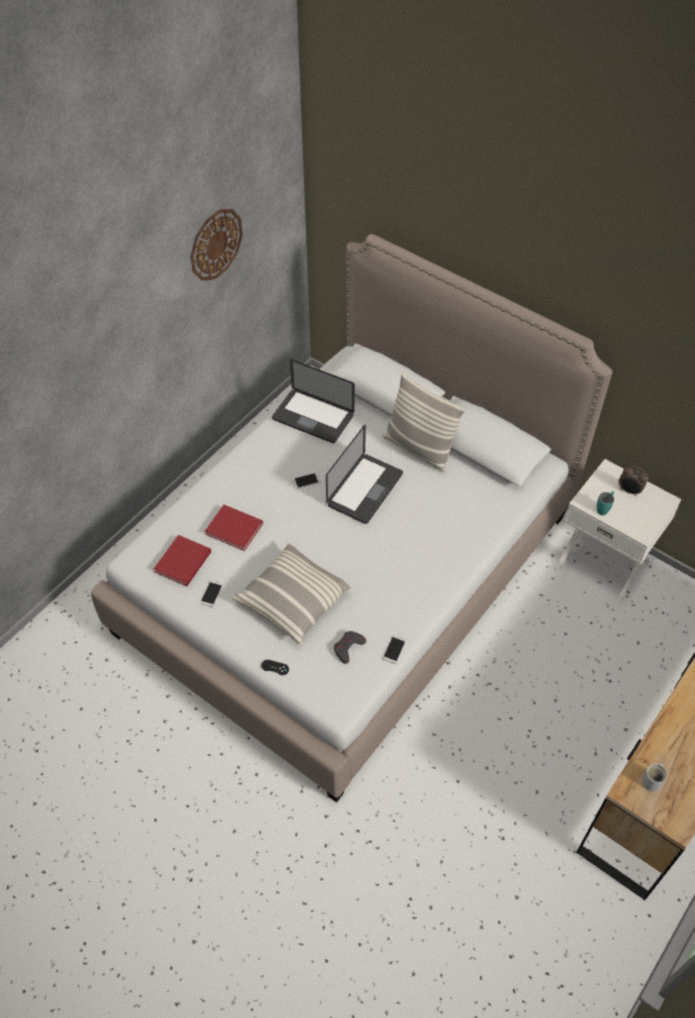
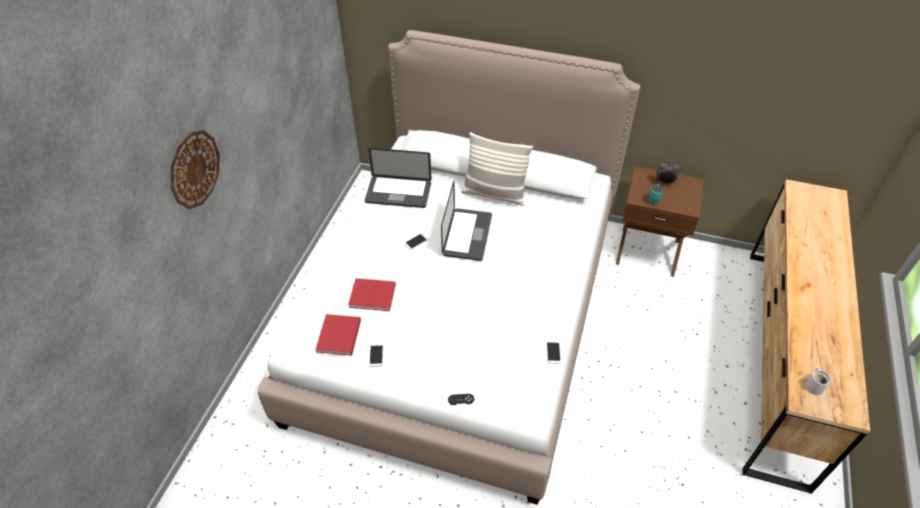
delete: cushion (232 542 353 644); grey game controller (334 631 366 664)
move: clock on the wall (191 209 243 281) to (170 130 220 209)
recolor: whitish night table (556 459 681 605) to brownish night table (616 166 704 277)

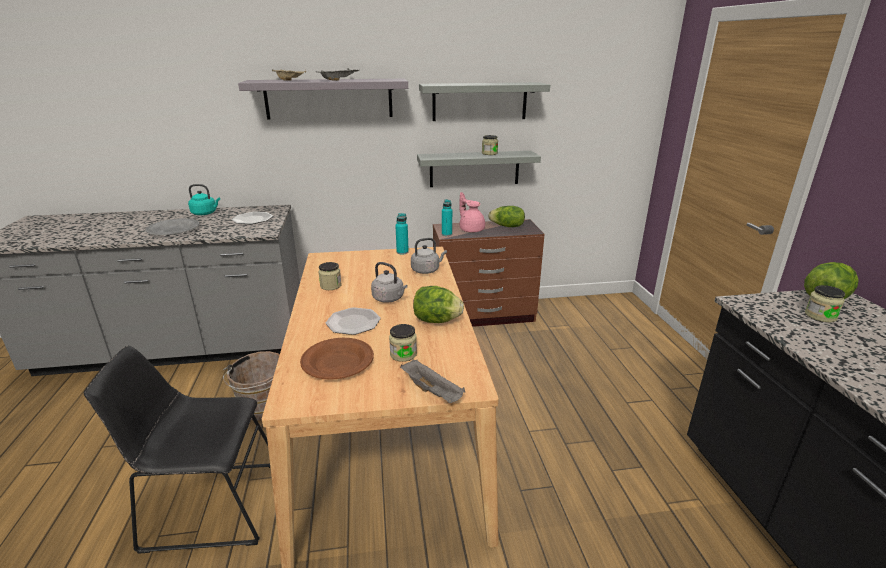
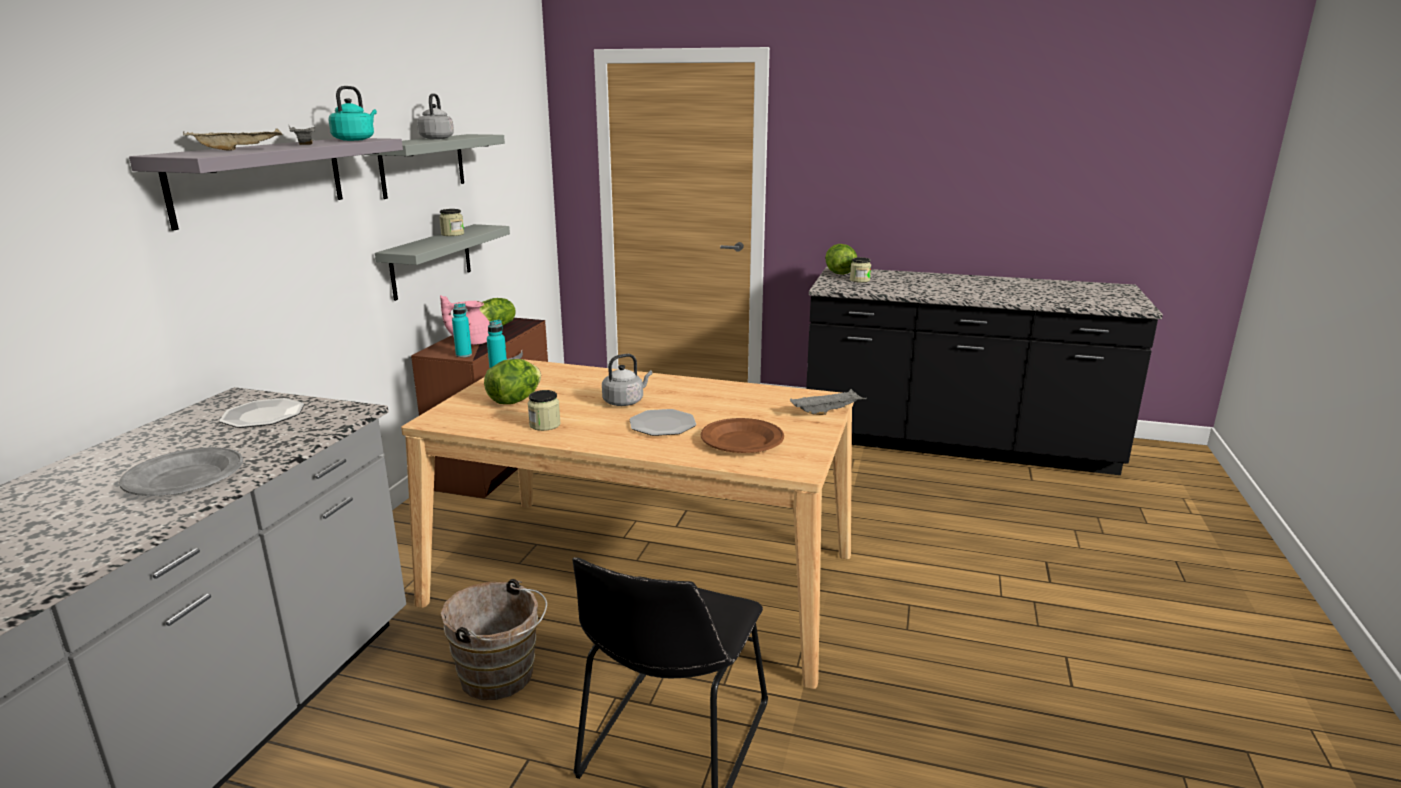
delete: jar (389 324 417 362)
move: turquoise kettle (188 184 220 215) to (328 86 377 141); grey kettle (411 238 447 274) to (417 93 454 139); lettuce (413 286 464 323) to (484 359 541 404)

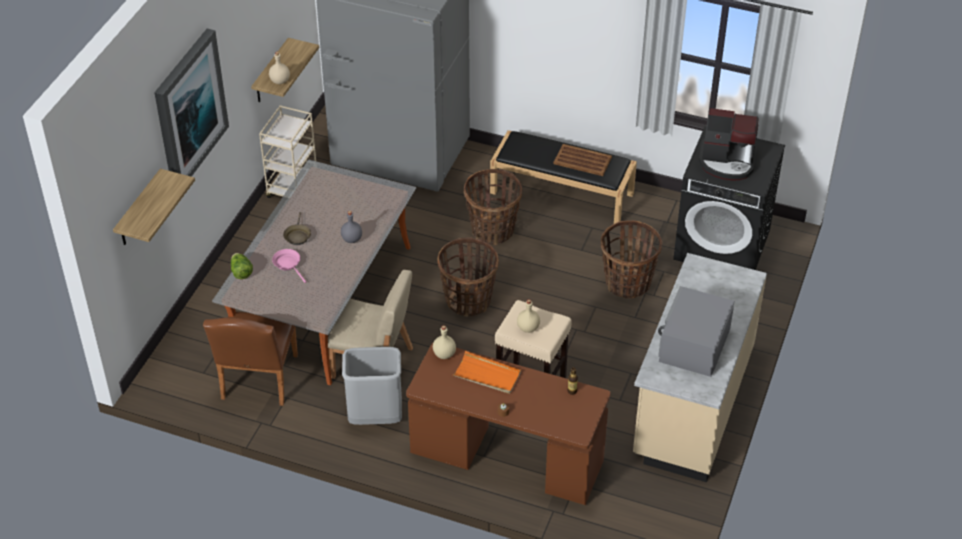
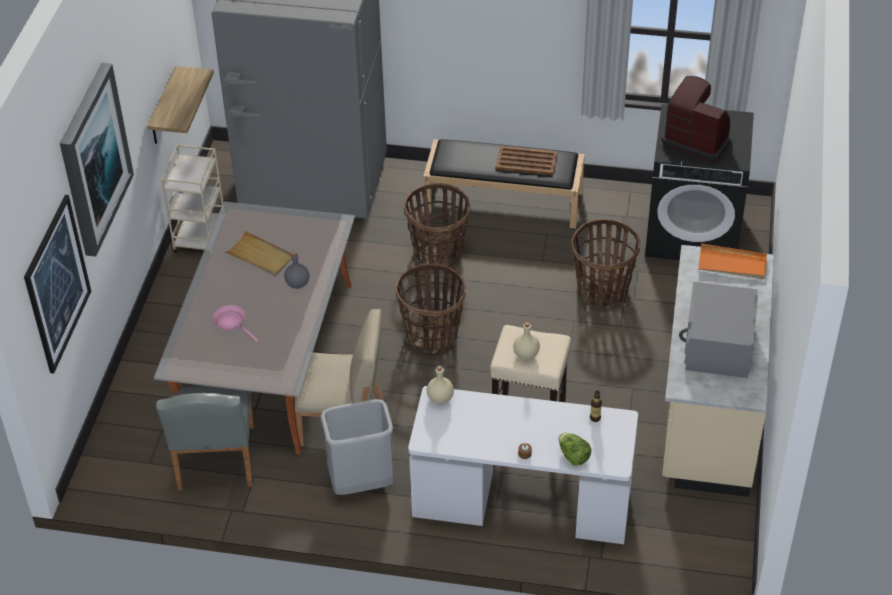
delete: beige-coloured bottle (269 52 290 84); brownish pan (283 212 311 245)
insert: beige-coloured tray (223 231 292 277)
move: lettuce (231 253 253 279) to (559 433 591 466); orangey tray (452 351 521 394) to (698 243 767 279)
replace: wall shelf (113 169 195 245) to picture (24 195 91 373)
recolor: brownish upright chair (203 312 298 406) to grey upright chair (156 385 254 490); brownish desk unit (406 343 611 505) to whitish desk unit (408 386 638 544)
rotate: coffee maker (699 108 759 180) = (661 76 731 162) 150 degrees counterclockwise

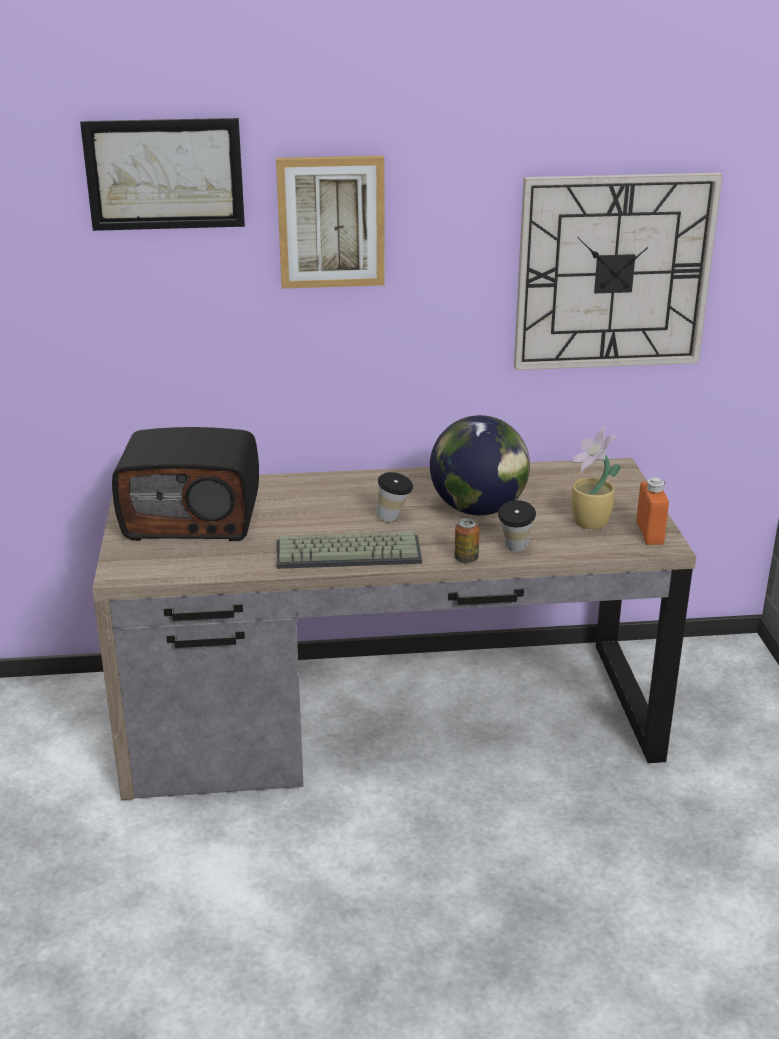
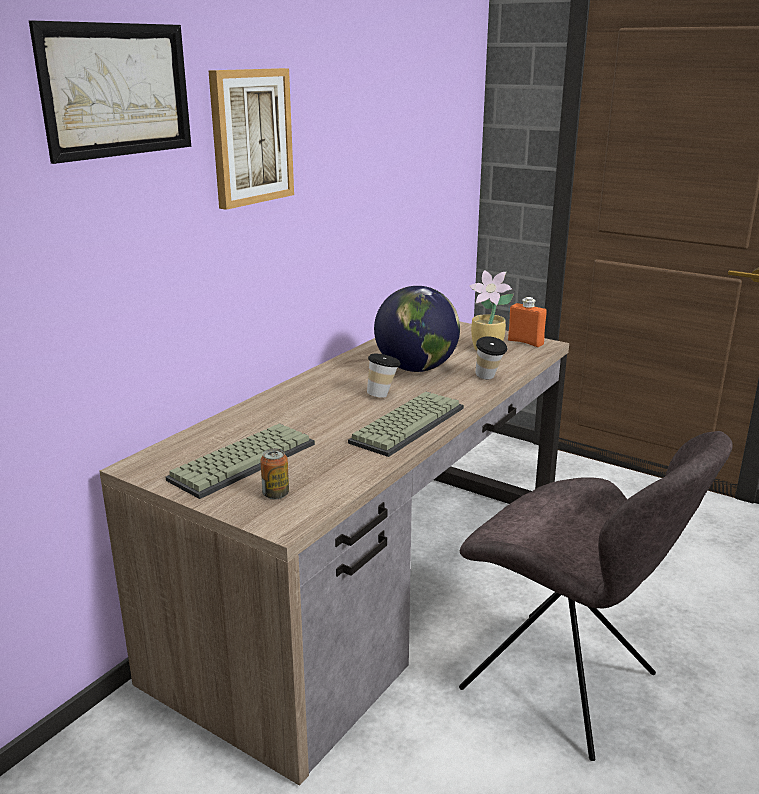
delete: clock on the wall (514 173 723 370)
insert: grey upright chair (459 431 733 761)
move: metal can (454 518 480 564) to (260 448 289 499)
replace: radio set (112 427 259 541) to keyboard (166 423 315 499)

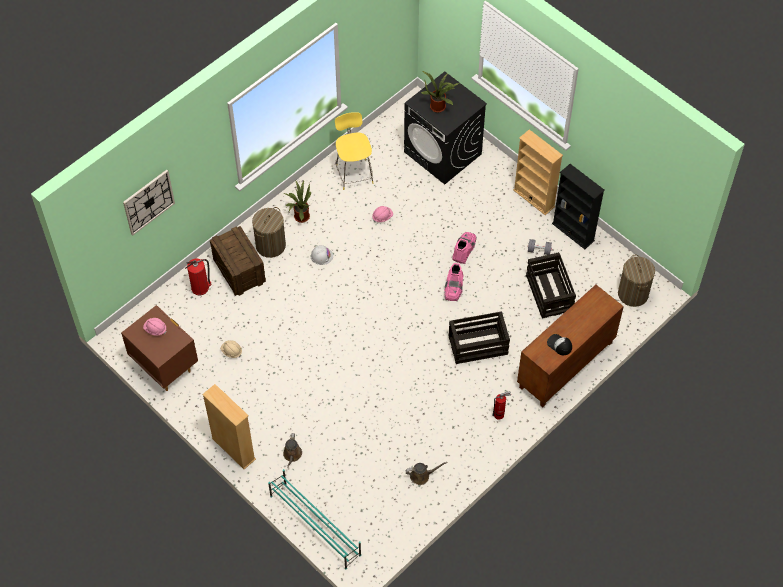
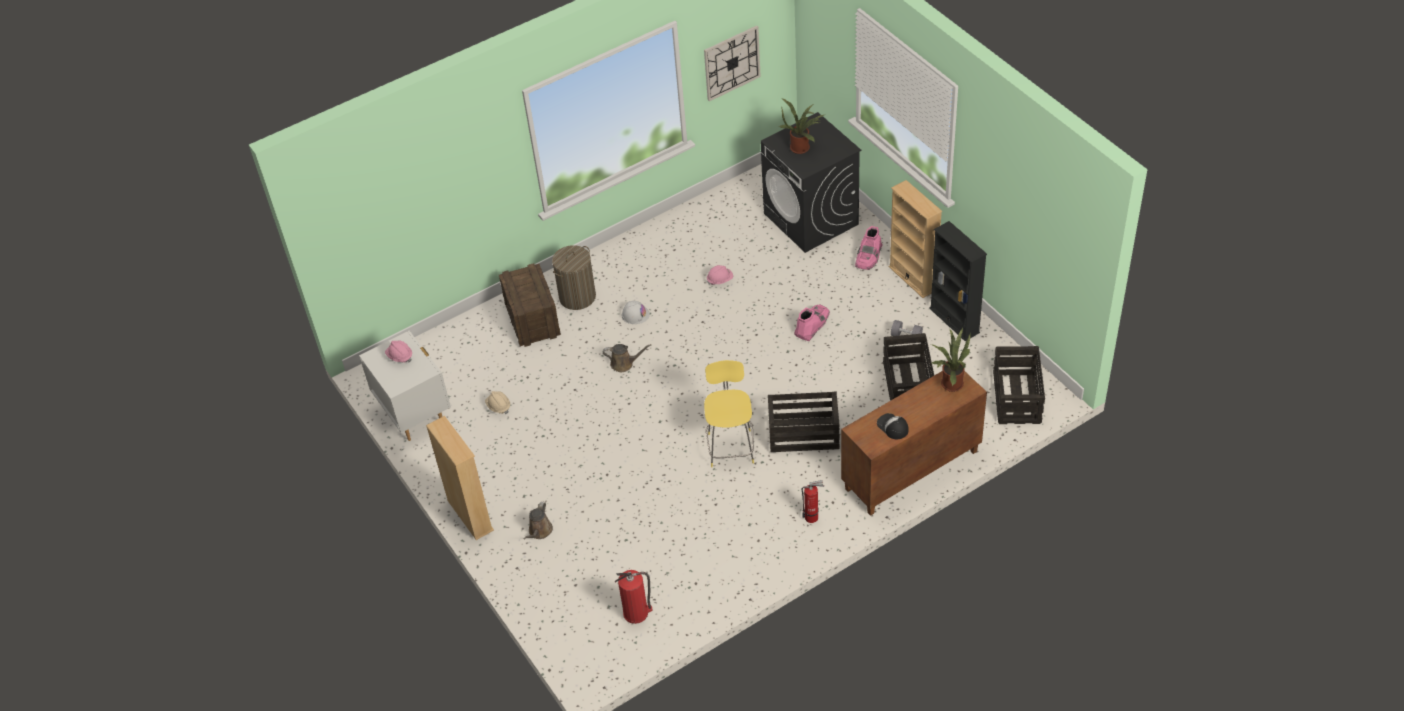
delete: turquoise shoe stand (268 469 361 569)
move: clock on the wall (123 170 175 235) to (704 26 761 101); fire-fighting cylinder (185 259 212 295) to (615 570 652 624); houseplant (284 180 311 223) to (931 328 971 392); yellow sitting stool (335 113 373 190) to (704 360 754 467); brownish sprinkling can (405 462 448 485) to (603 344 651 372); pink tall boot (444 263 464 301) to (855 226 883 270)
replace: laundry basket (618 254 655 307) to packing crate (993 346 1045 424)
recolor: brownish night table (121 305 198 391) to whitish night table (359 330 451 441)

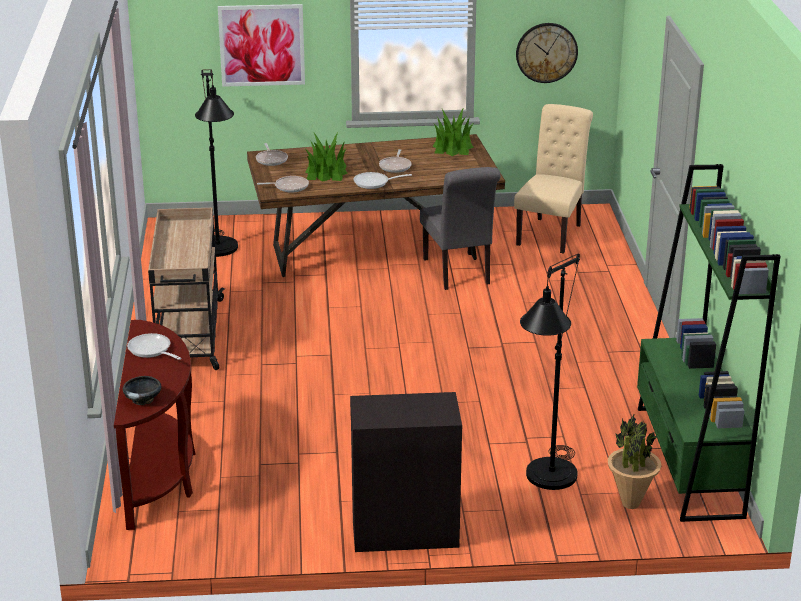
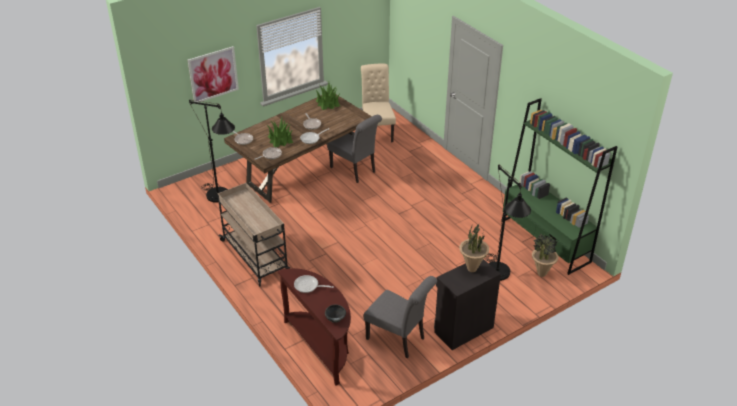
delete: clock on the wall (516 23 578 83)
insert: grey upright chair (363 276 437 358); houseplant (459 223 489 272)

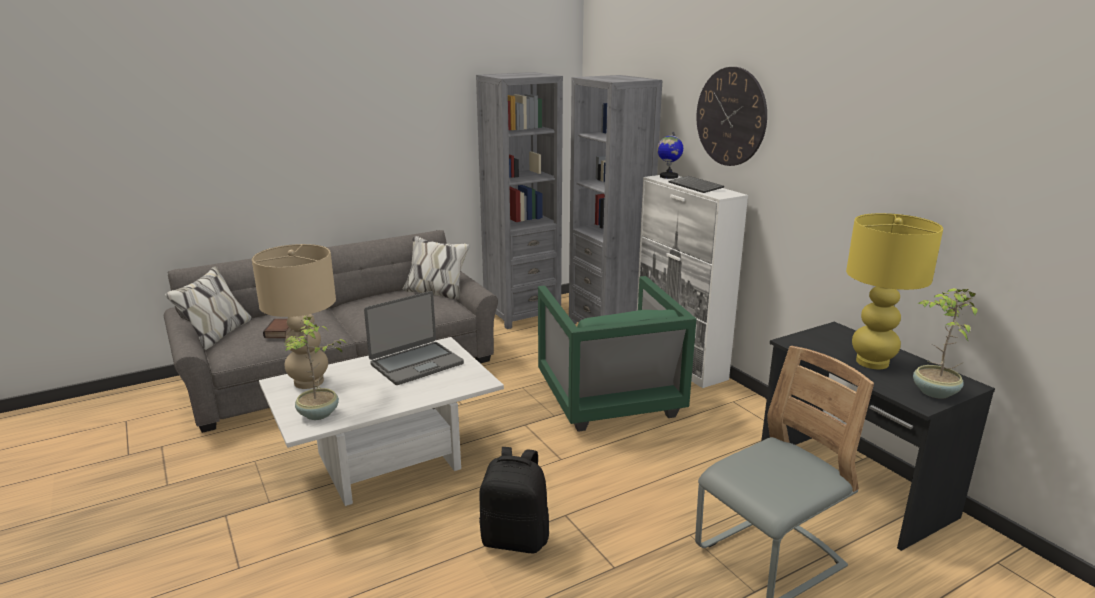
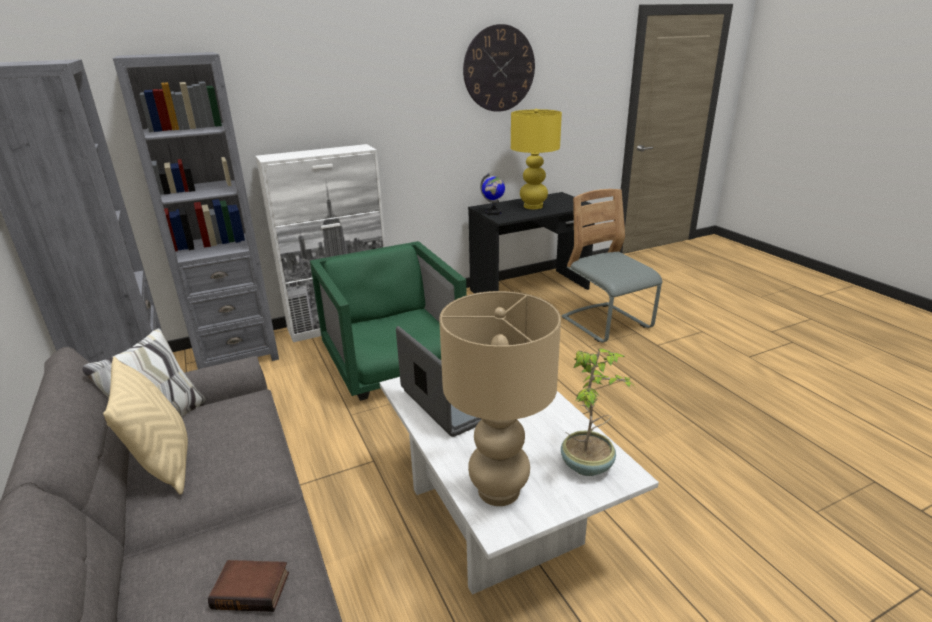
delete: blackish knapsack (479 447 549 554); keyboard (669 176 724 193); houseplant (913 288 978 399)
insert: beige-coloured cushion (103 356 188 495)
move: world globe (657 132 683 179) to (480 173 505 215); clock on the wall (696 67 767 166) to (463 24 535 112)
rotate: green-coloured armchair (538 276 696 432) = (310 241 467 401) 105 degrees counterclockwise

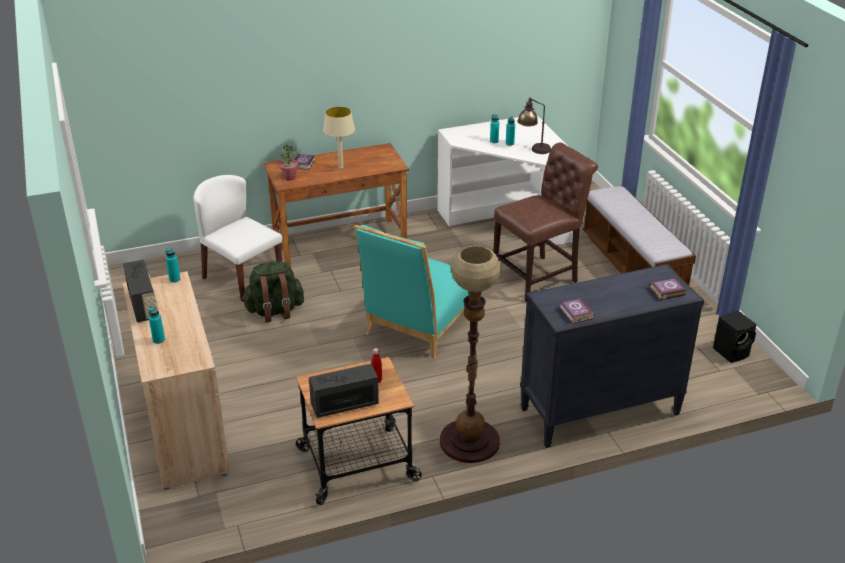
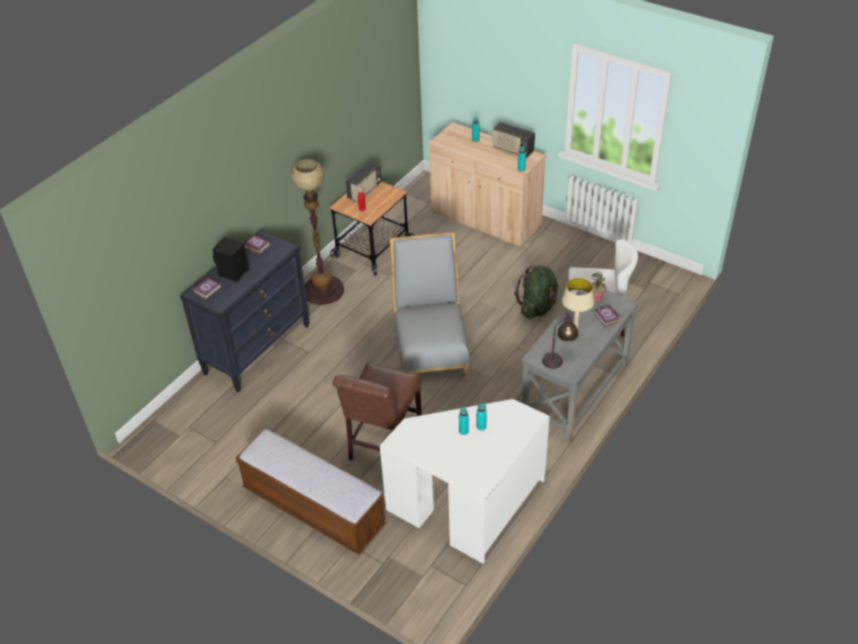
move: lamp for a table (518 97 551 154) to (542 313 579 369); blackish loudspeaker (713 310 756 363) to (213 237 249 282)
recolor: brownish desk unit (264 143 409 267) to grey desk unit (521 290 639 443); turquoise upright chair (354 224 469 359) to grey upright chair (389 232 470 379)

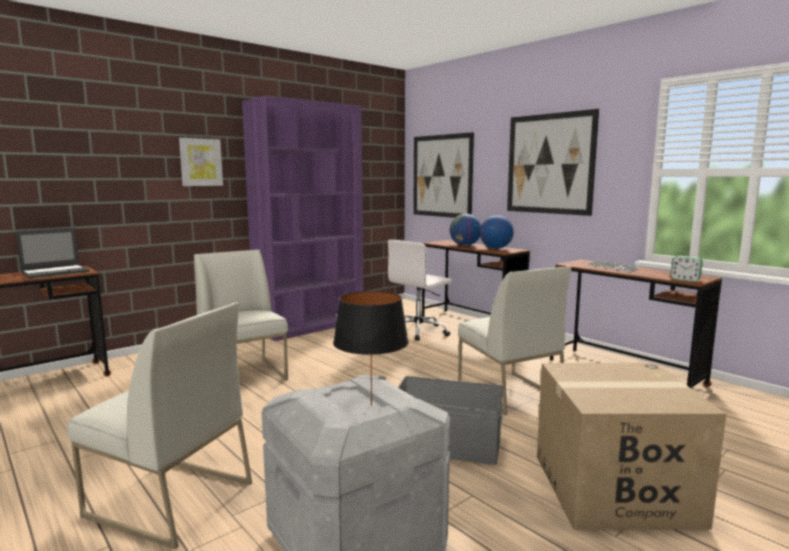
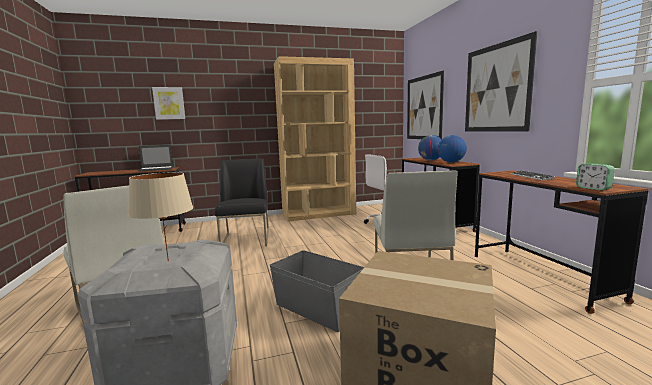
move: picture (179 138 223 186) to (152 87 185 120)
recolor: whitish upright chair (194 250 288 381) to blackish upright chair (215 158 269 246); purple-coloured shelving unit (242 95 364 341) to brownish shelving unit (274 56 356 221); blackish lamp for a table (333 291 409 406) to beige-coloured lamp for a table (128 172 193 261)

